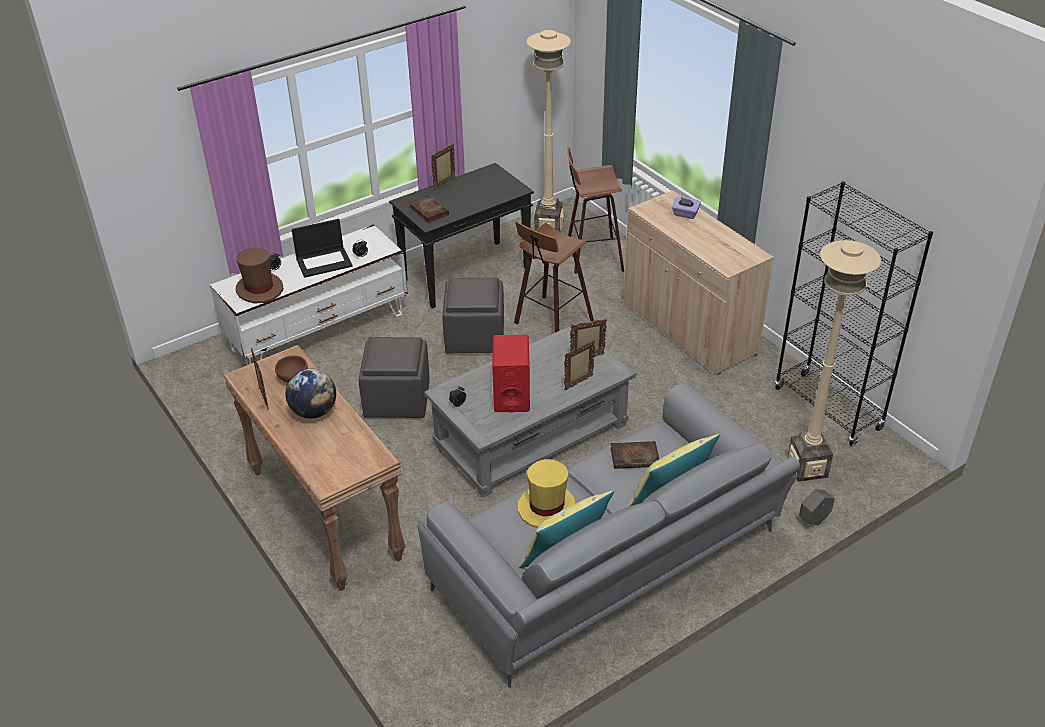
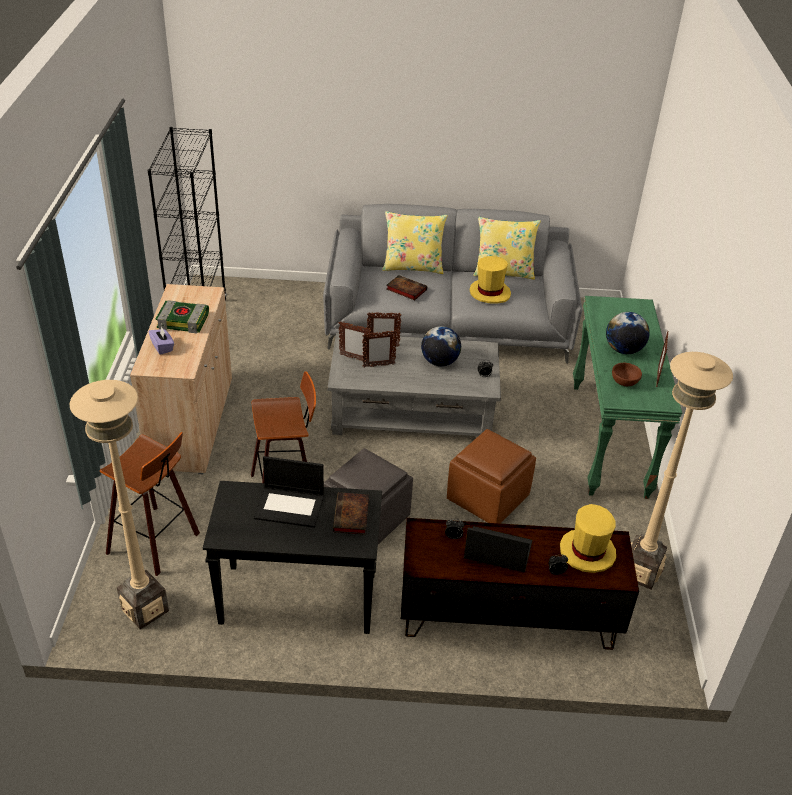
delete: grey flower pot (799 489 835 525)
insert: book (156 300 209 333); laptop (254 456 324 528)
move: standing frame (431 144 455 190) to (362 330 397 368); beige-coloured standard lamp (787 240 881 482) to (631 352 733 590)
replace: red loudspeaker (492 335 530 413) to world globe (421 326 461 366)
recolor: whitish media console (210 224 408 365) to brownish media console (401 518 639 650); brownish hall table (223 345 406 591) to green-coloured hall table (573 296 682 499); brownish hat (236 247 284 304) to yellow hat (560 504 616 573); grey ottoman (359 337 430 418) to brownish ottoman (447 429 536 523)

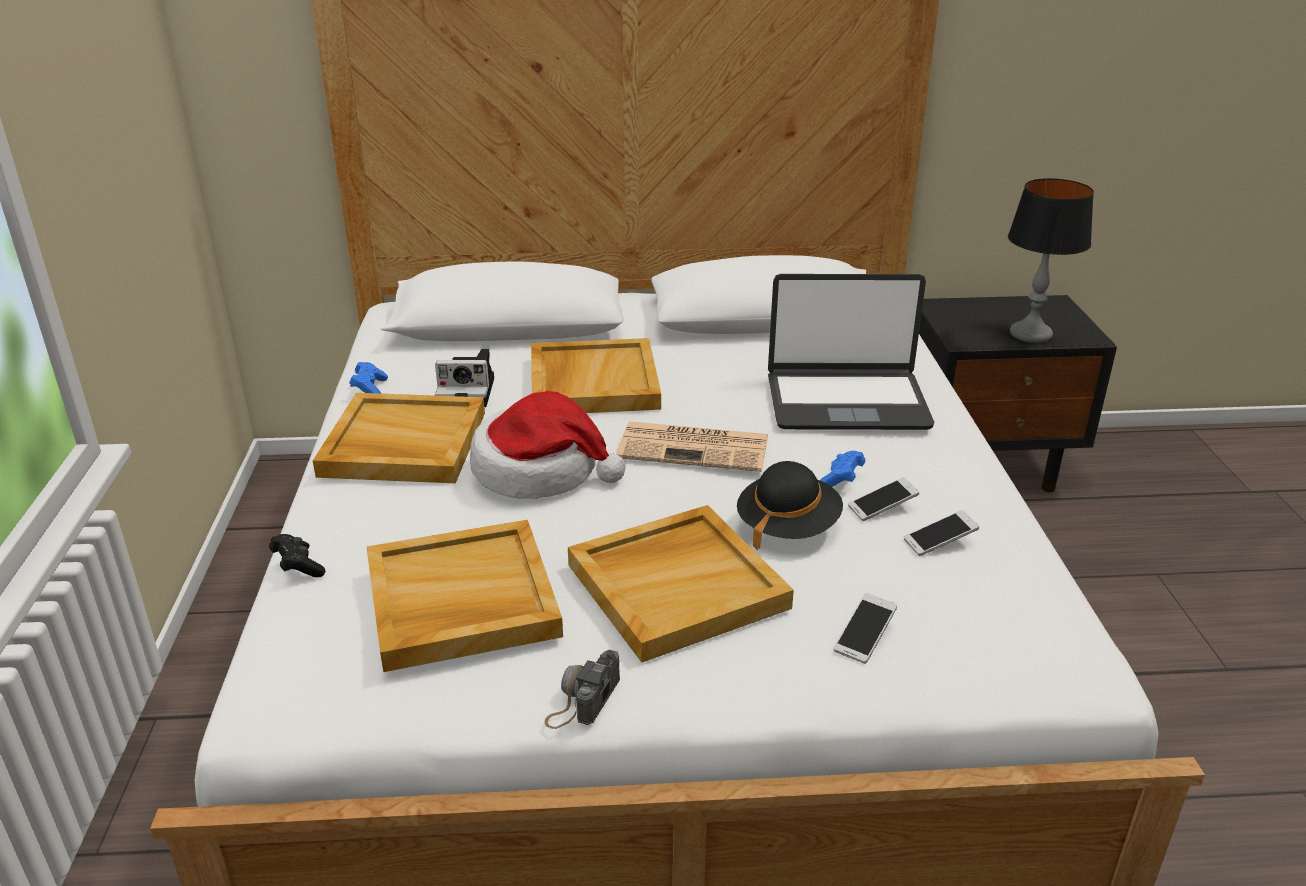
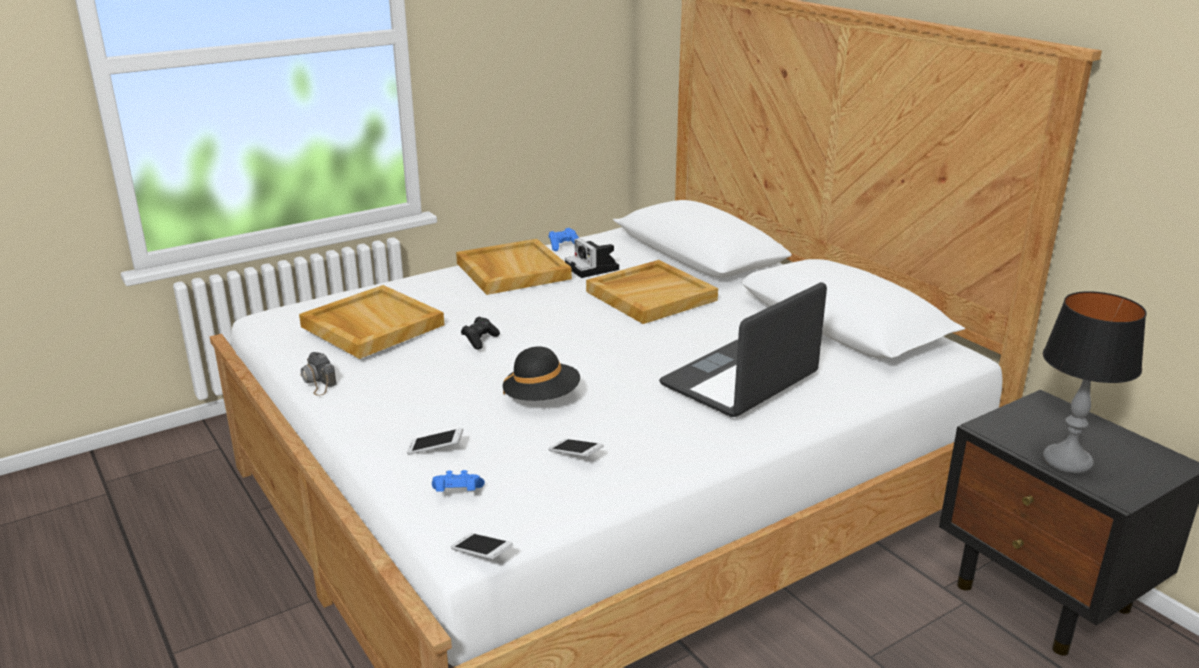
delete: hat (470 391 626 499); beige-coloured tray (568 505 794 662); newspaper (616 422 768 472)
move: blackish game controller (269 534 325 577) to (461 317 500 350); blue-coloured game controller (820 451 865 487) to (432 470 485 492); handset (848 477 919 521) to (451 533 513 559)
rotate: photo camera (545 649 620 729) = (300 352 337 396) 120 degrees counterclockwise; laptop (768 274 934 430) = (659 282 827 417) 75 degrees clockwise

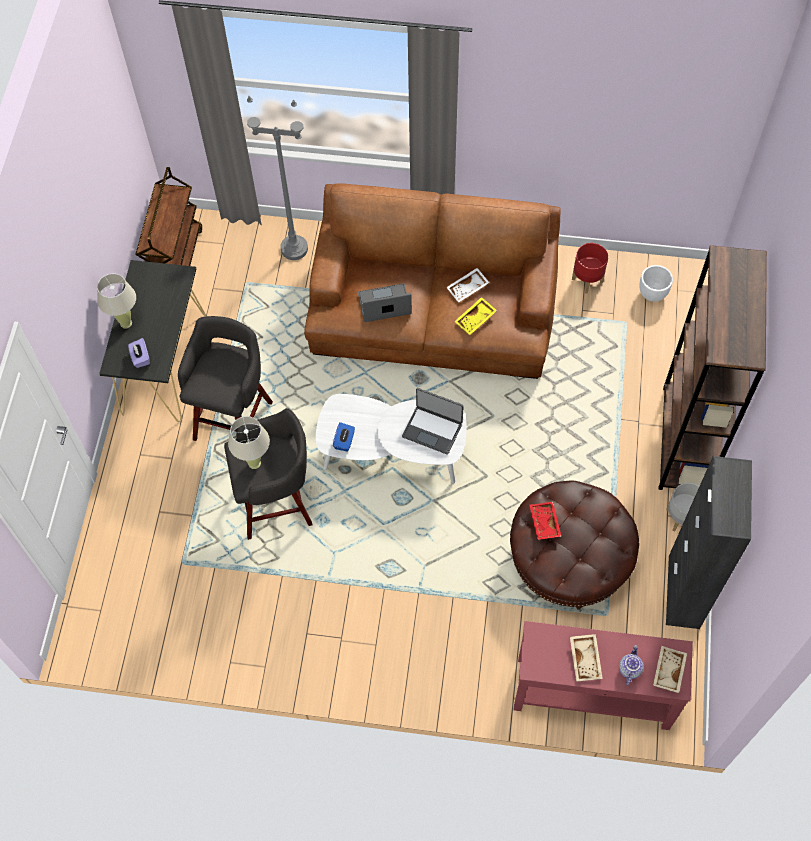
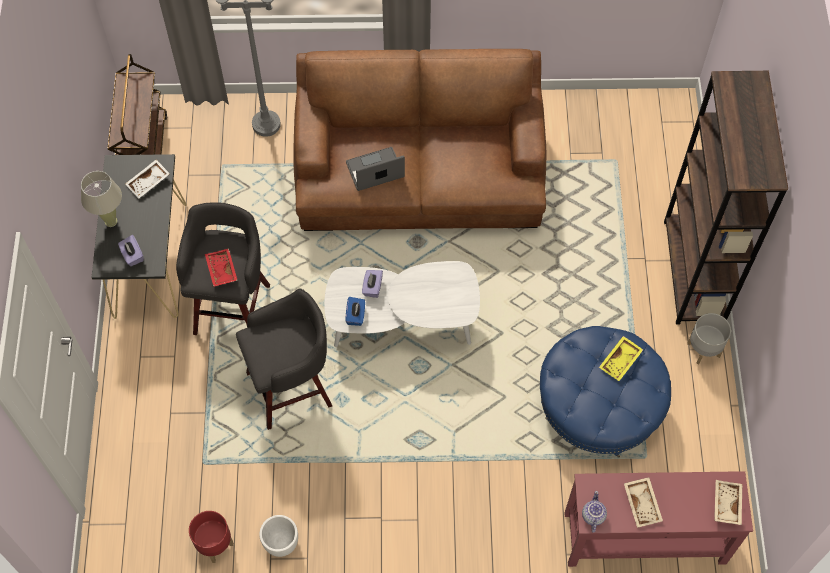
delete: beige-coloured lamp for a table (228 416 270 469); laptop (402 388 464 455); blackish cabinet (666 456 752 629)
insert: purple-coloured tissue holder (362 270 383 298)
move: whitish tray (446 268 489 303) to (125 159 170 199); yellow tray (454 297 497 335) to (599 336 643 381); red tray (530 502 562 540) to (205 248 238 287); red flower pot (572 243 608 294) to (189 511 234 563); teapot (619 645 644 685) to (582 491 607 533); whitish flower pot (640 265 673 302) to (259 515 298 557)
recolor: brownish ottoman (510 480 639 611) to blue-coloured ottoman (540 326 671 457)

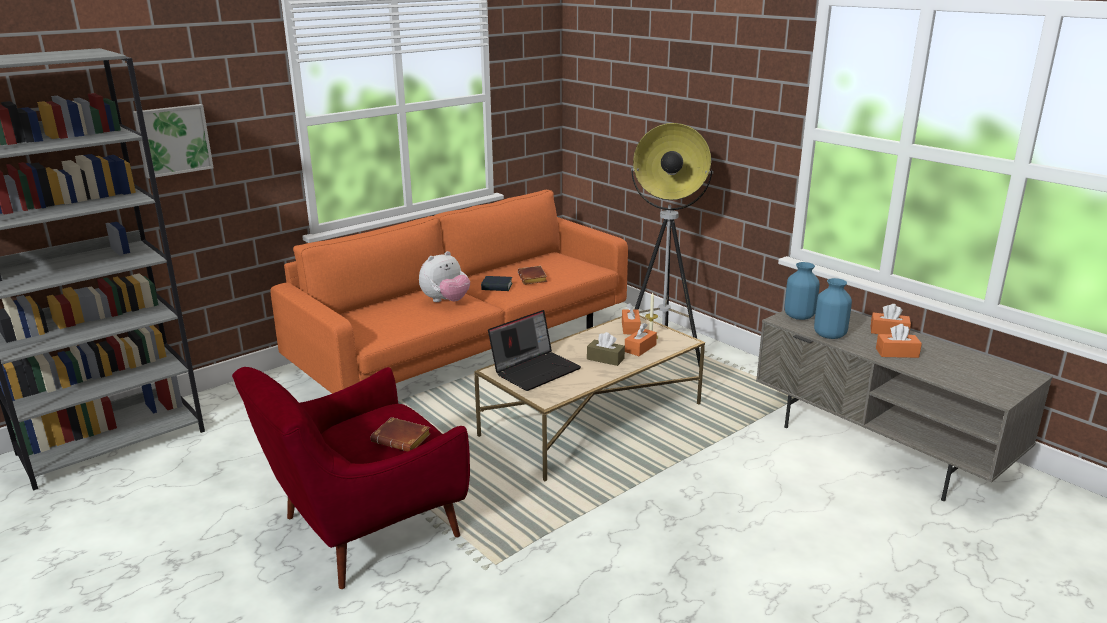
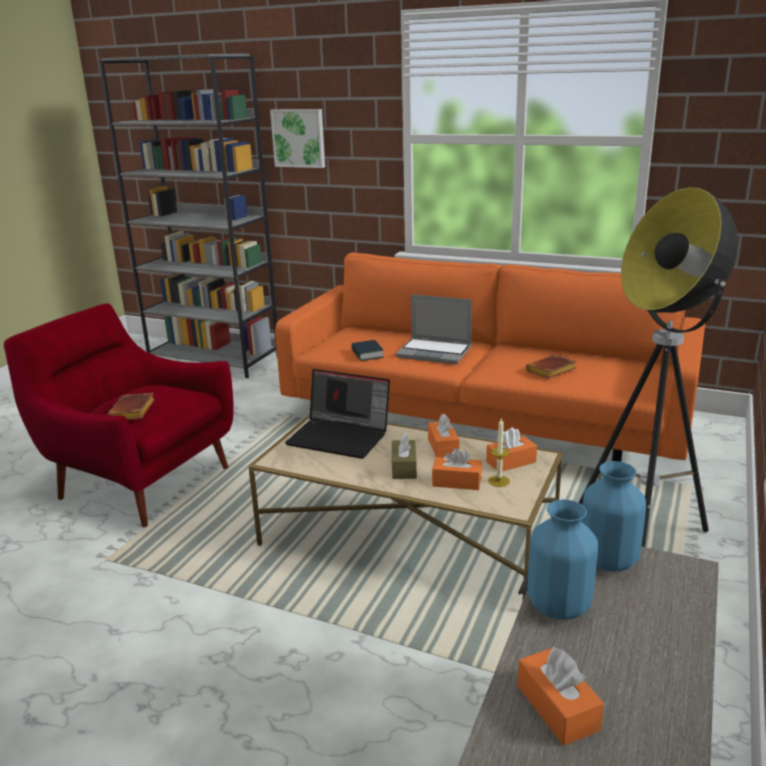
move: book (481 276 513 291) to (351 340 384 361); orangey tissue holder (871 304 911 335) to (428 414 459 458)
replace: soft toy (419 251 470 302) to laptop (396 294 472 364)

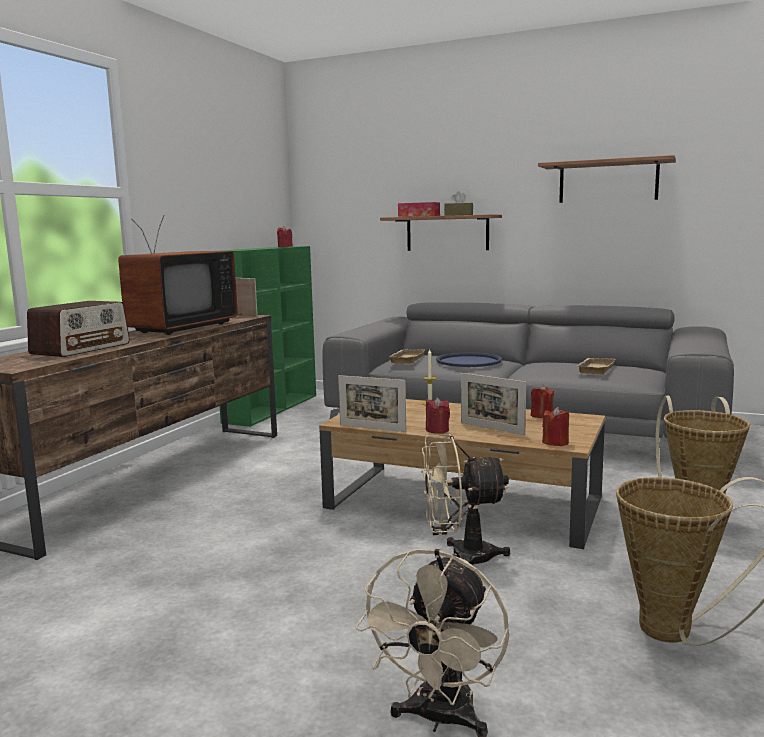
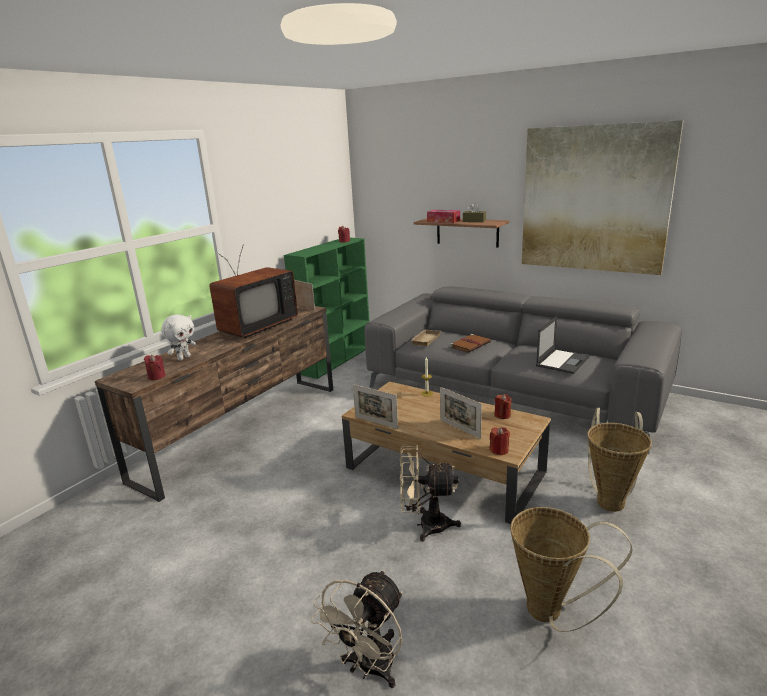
move: red candle (426 397 450 434) to (144 355 166 380)
replace: radio set (27 301 130 357) to whitish soft toy (161 314 196 361); blue-coloured tray (436 352 502 367) to brownish book (450 334 491 353); wall shelf (538 155 676 203) to picture (522 120 684 275); beige-coloured tray (577 358 615 374) to laptop (536 316 589 374)

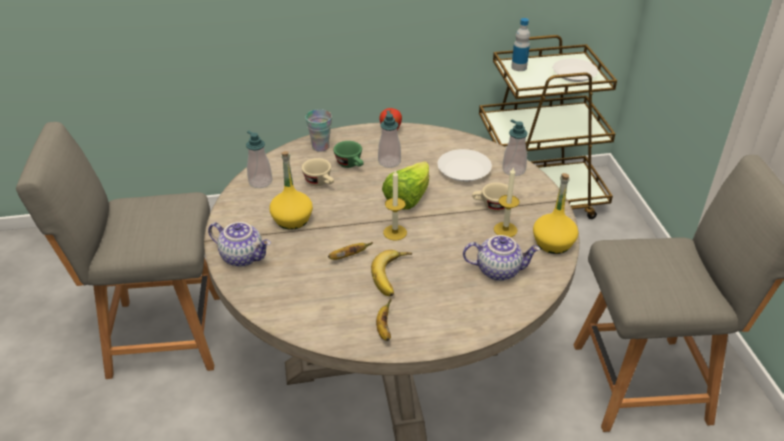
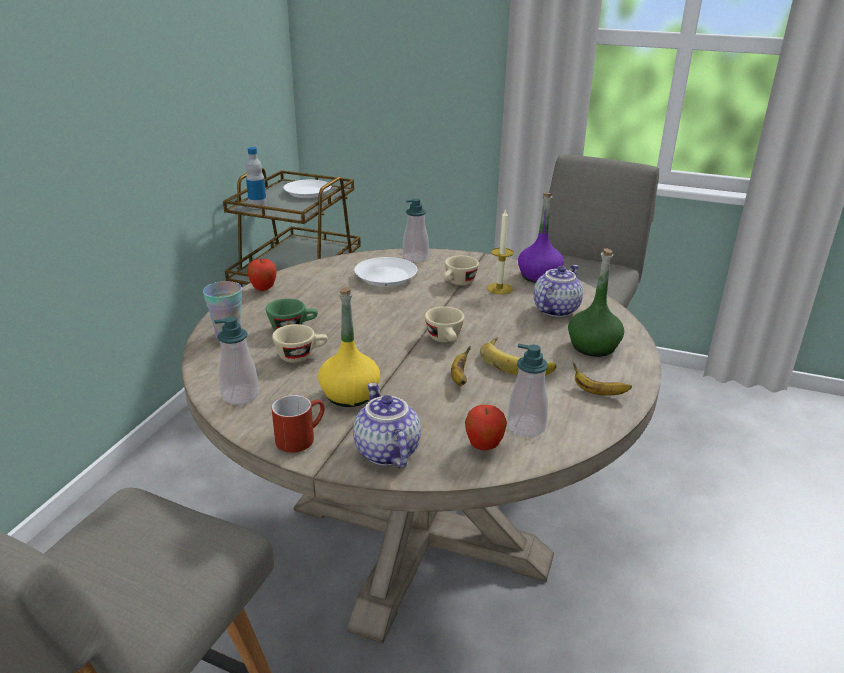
delete: lettuce (382 161 429 210)
insert: red tea mug (272 395 325 453); apple (465 405 507 451); green-coloured bottle (568 248 624 357)
move: soap dispenser (378 110 401 168) to (507 344 548 437)
replace: candle (383 169 407 240) to beige-coloured cup (425 307 464 342)
recolor: yellow bottle (533 173 578 254) to purple-coloured bottle (518 193 564 283)
rotate: teapot (208 222 271 267) = (353 383 421 468) 75 degrees counterclockwise

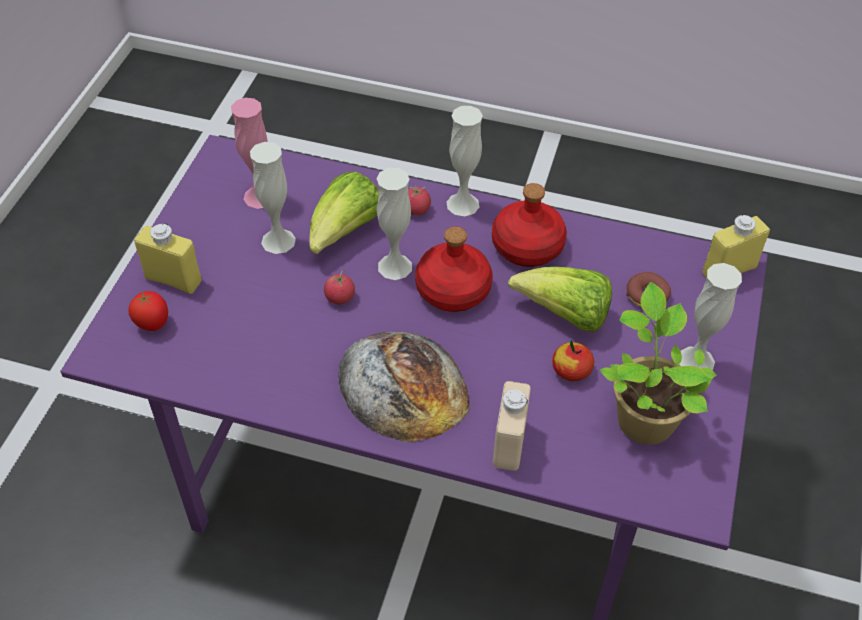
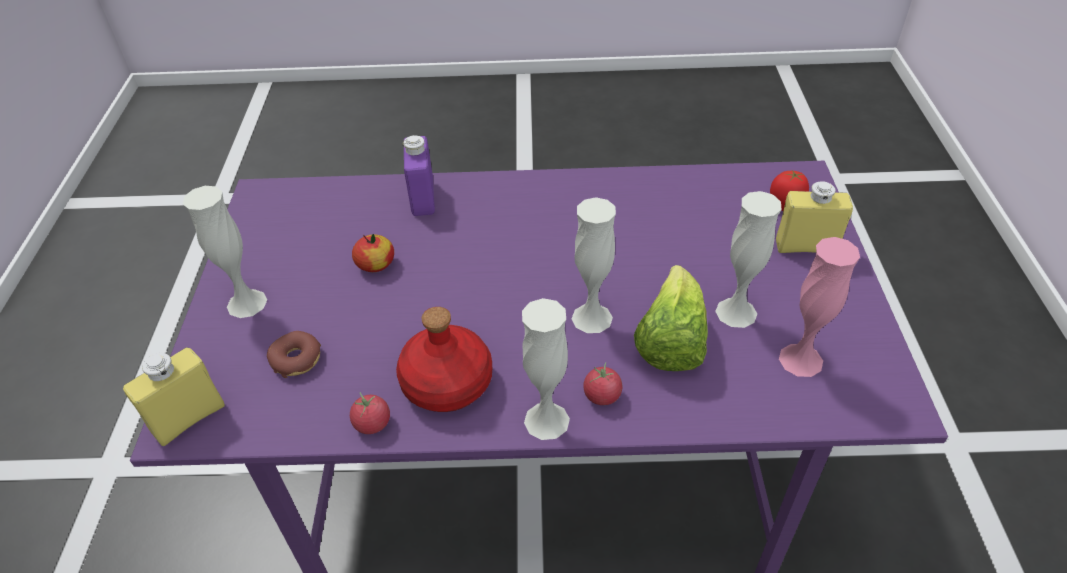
delete: bread (338 331 470 442); red bottle (415 227 493 312); lettuce (508 267 612 332); houseplant (600 282 716 445)
move: tomato (324 270 355 305) to (350 392 390 434)
recolor: beige-coloured bottle (493 381 531 471) to purple-coloured bottle (402 135 435 216)

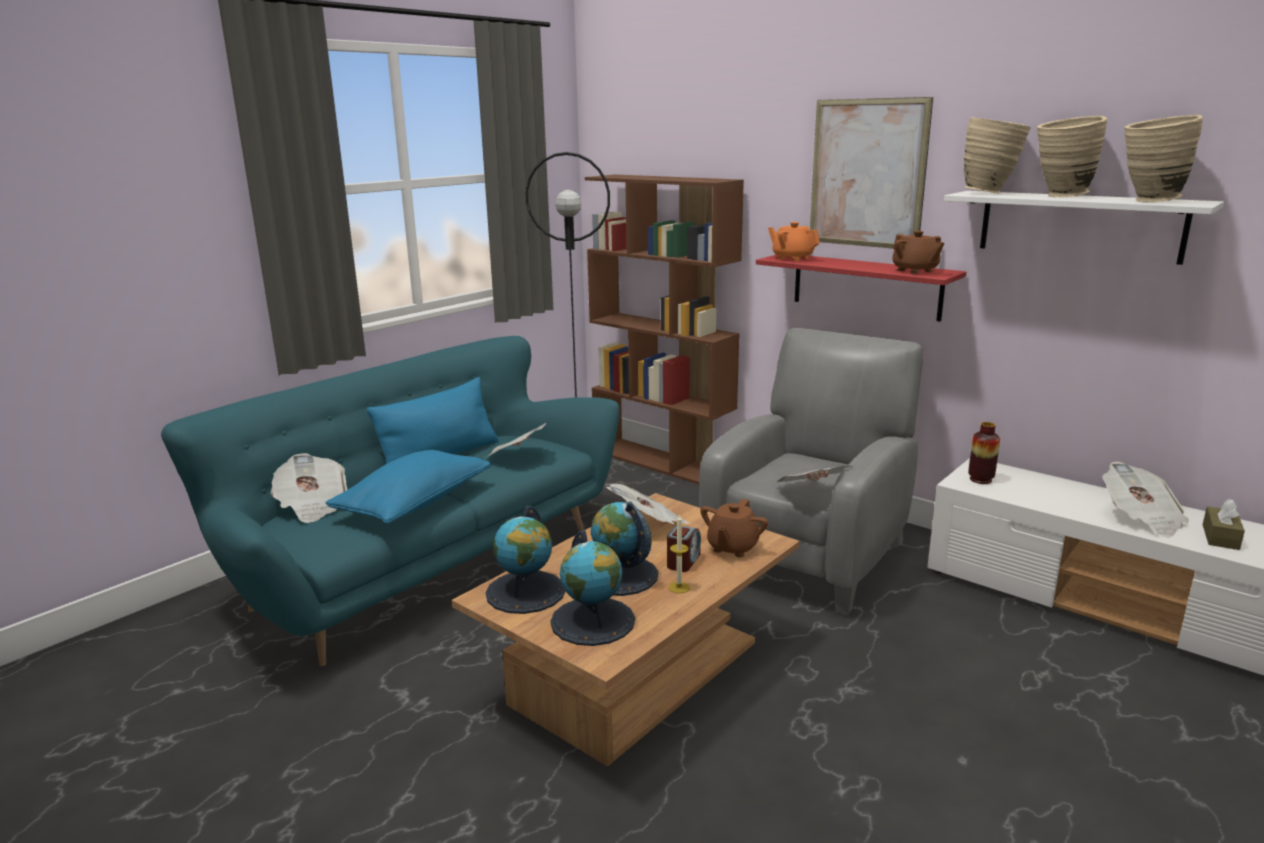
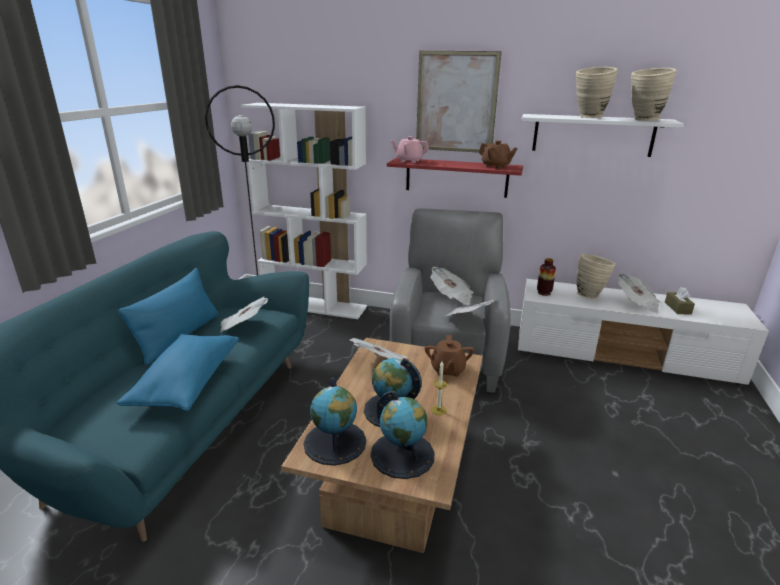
delete: table clock (667 525 701 572)
move: newspaper (270 453 347 523) to (430 267 473 305); beige-coloured vase (964 117 1031 194) to (576 254 616 299)
recolor: brownish shelving unit (585 174 744 485) to whitish shelving unit (241 103 367 319); orangey teapot (768 222 820 261) to pink teapot (391 136 429 163)

